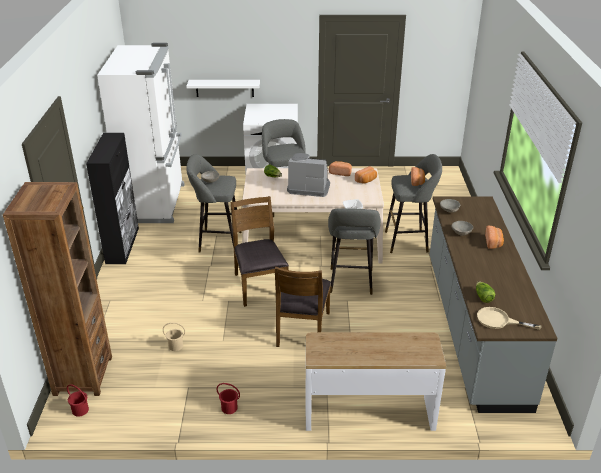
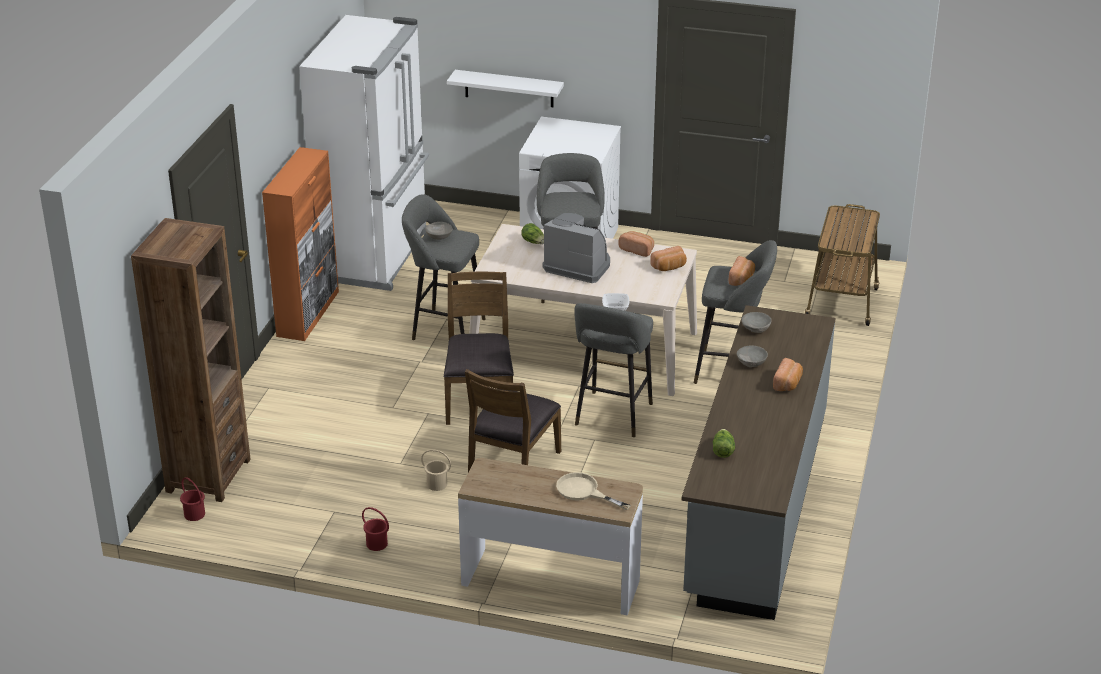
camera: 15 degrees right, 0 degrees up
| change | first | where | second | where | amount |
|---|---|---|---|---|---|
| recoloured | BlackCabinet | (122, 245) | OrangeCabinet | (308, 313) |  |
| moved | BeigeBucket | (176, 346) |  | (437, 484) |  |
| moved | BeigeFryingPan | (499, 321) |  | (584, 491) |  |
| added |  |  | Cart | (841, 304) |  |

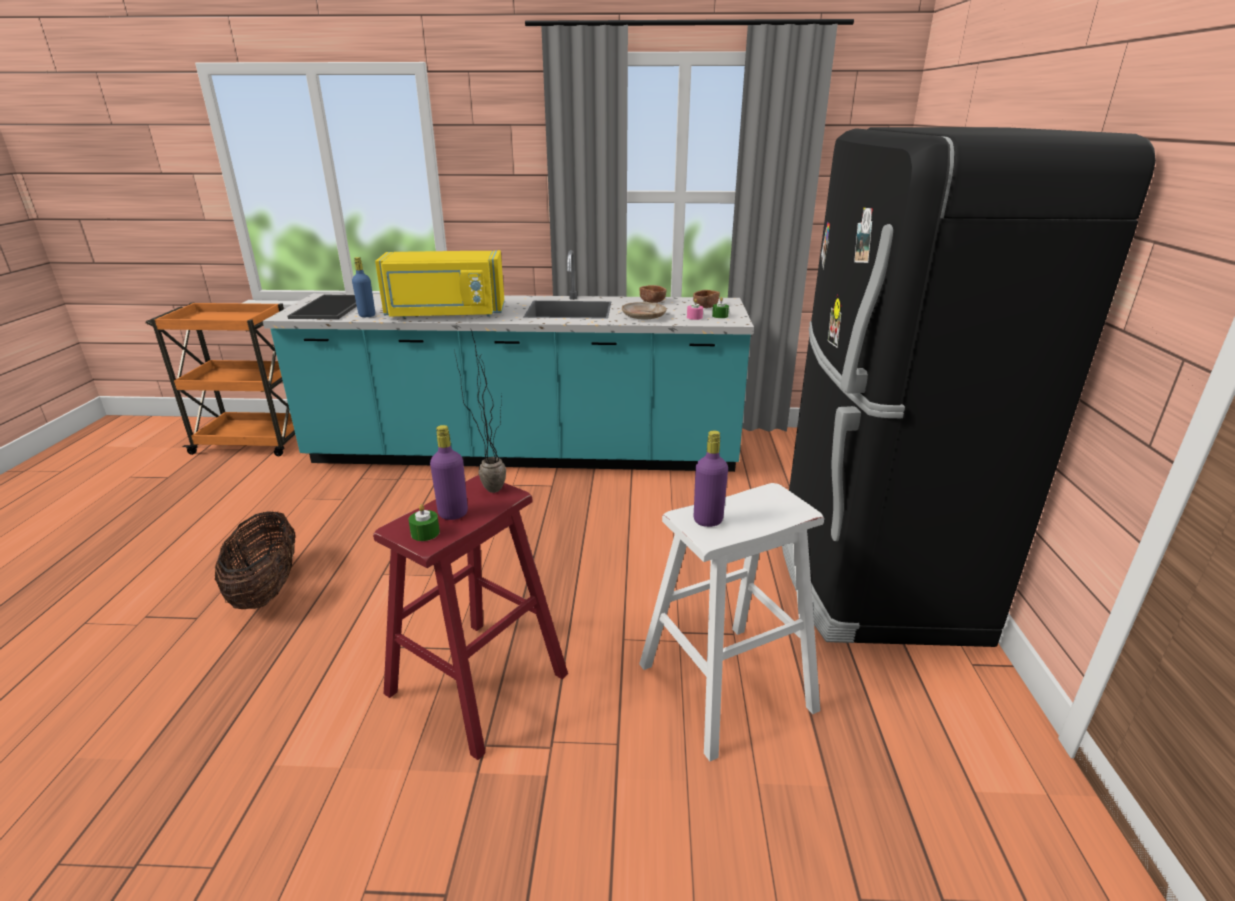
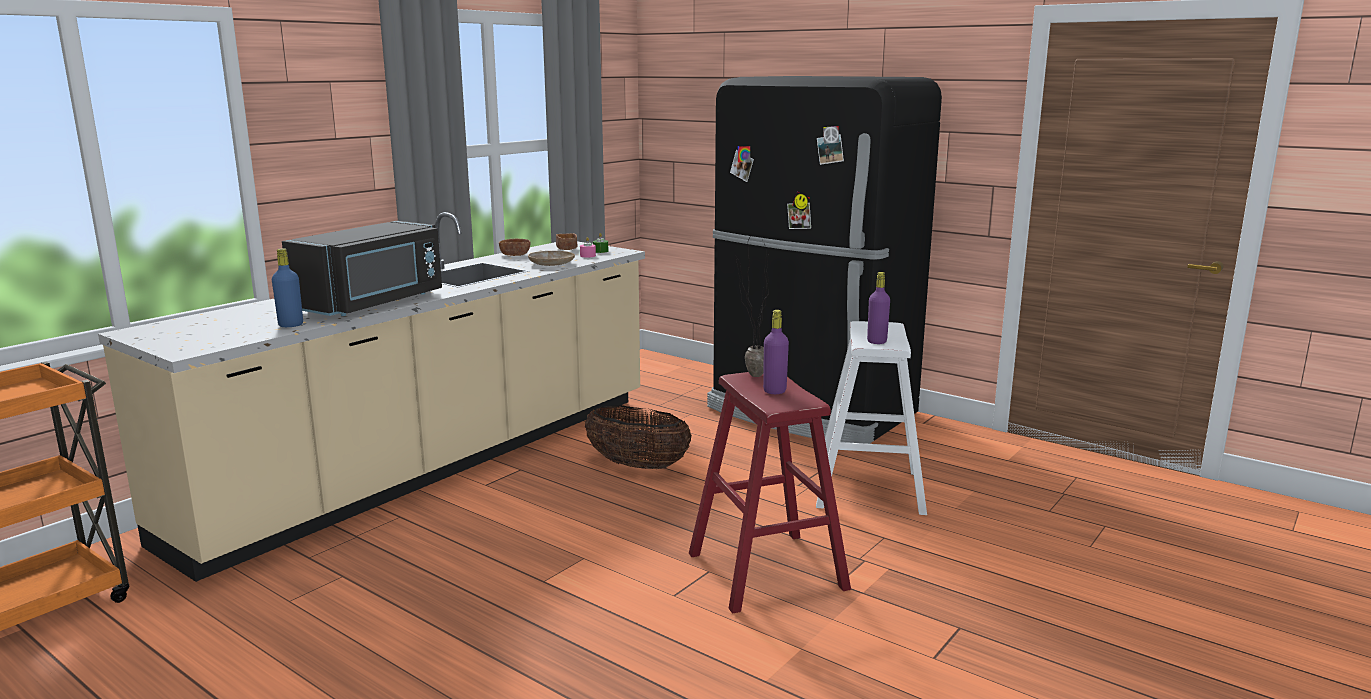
camera: 55 degrees left, 10 degrees down
| change | first | where | second | where | amount |
|---|---|---|---|---|---|
| recoloured | TurquoiseCounter | (525, 454) | BeigeCounter | (435, 464) |  |
| recoloured | YellowMicrowave | (445, 314) | BlackMicrowave | (374, 303) |  |
| moved | Basket | (267, 589) |  | (637, 466) |  |
| removed | Tray | (331, 307) |  |  |  |
| removed | GreenCandle | (425, 533) |  |  |  |

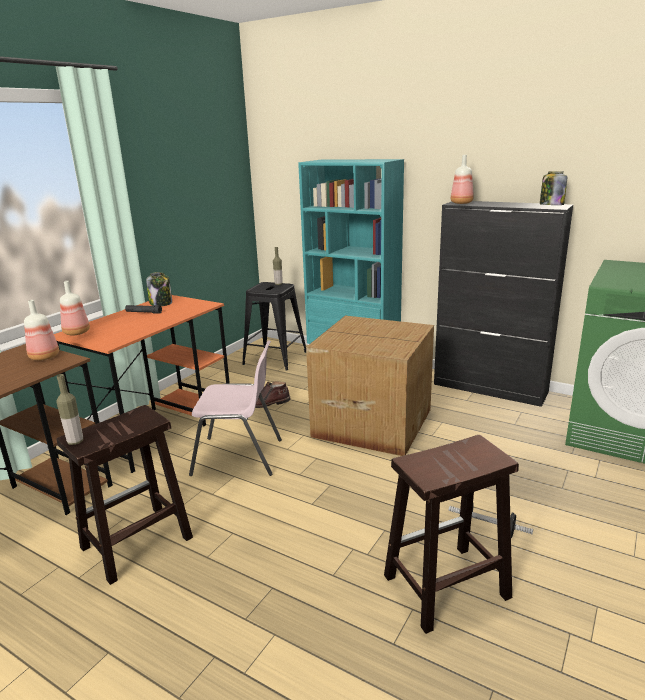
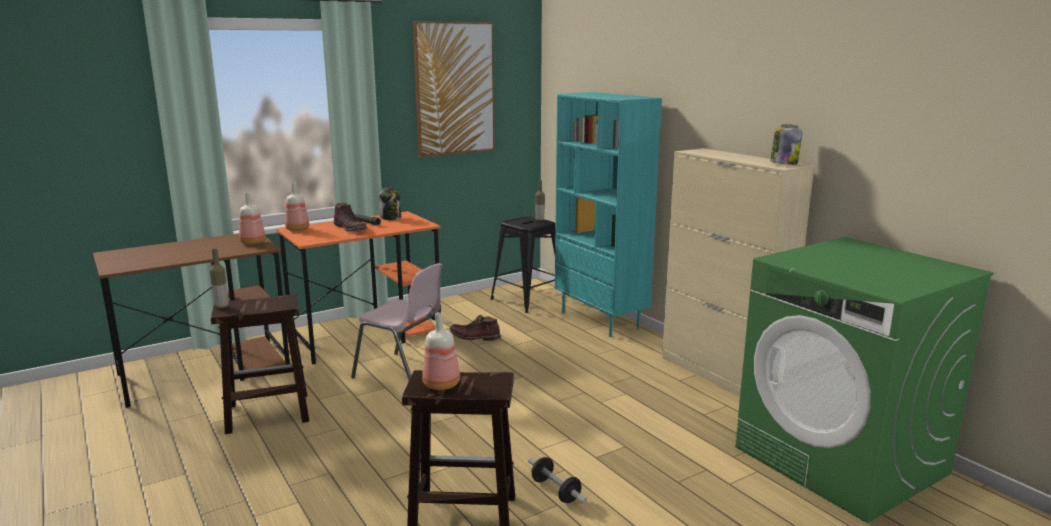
camera: 25 degrees right, 5 degrees down
| change | first | where | second | where | amount |
|---|---|---|---|---|---|
| added |  |  | BrownBoot | (351, 228) |  |
| added |  |  | Picture | (454, 89) |  |
| moved | Bottle | (461, 203) |  | (441, 384) |  |
| recoloured | BlackCabinet | (490, 388) | BeigeCabinet | (721, 376) |  |
| removed | CardboardBox | (371, 422) |  |  |  |

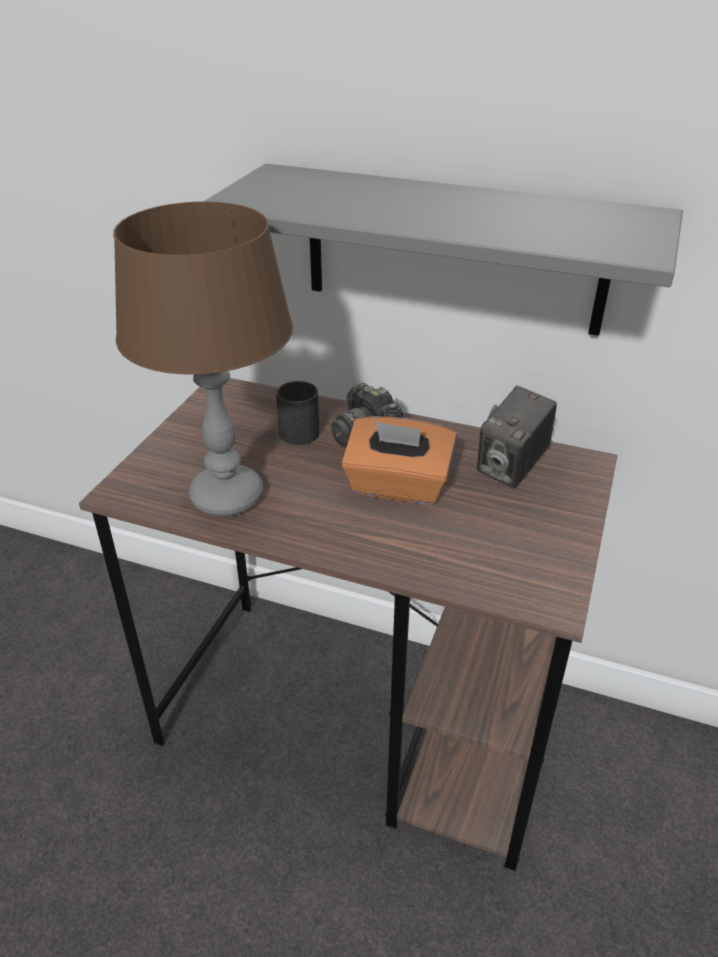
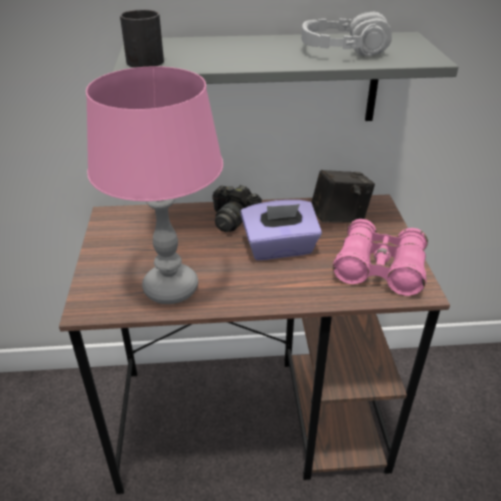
camera: 25 degrees left, 0 degrees up
| change | first | where | second | where | amount |
|---|---|---|---|---|---|
| recoloured | BrownTableLamp | (228, 496) | PinkTableLamp | (171, 288) |  |
| moved | BlackMug | (298, 428) |  | (141, 59) |  |
| recoloured | OrangeTissueBox | (397, 486) | PurpleTissueBox | (279, 248) |  |
| added |  |  | GreyHeadphones | (343, 50) |  |
| turned | PhotoCamera | (511, 468) |  | (338, 218) | 120 degrees counterclockwise |
| added |  |  | PinkBinoculars | (379, 269) |  |

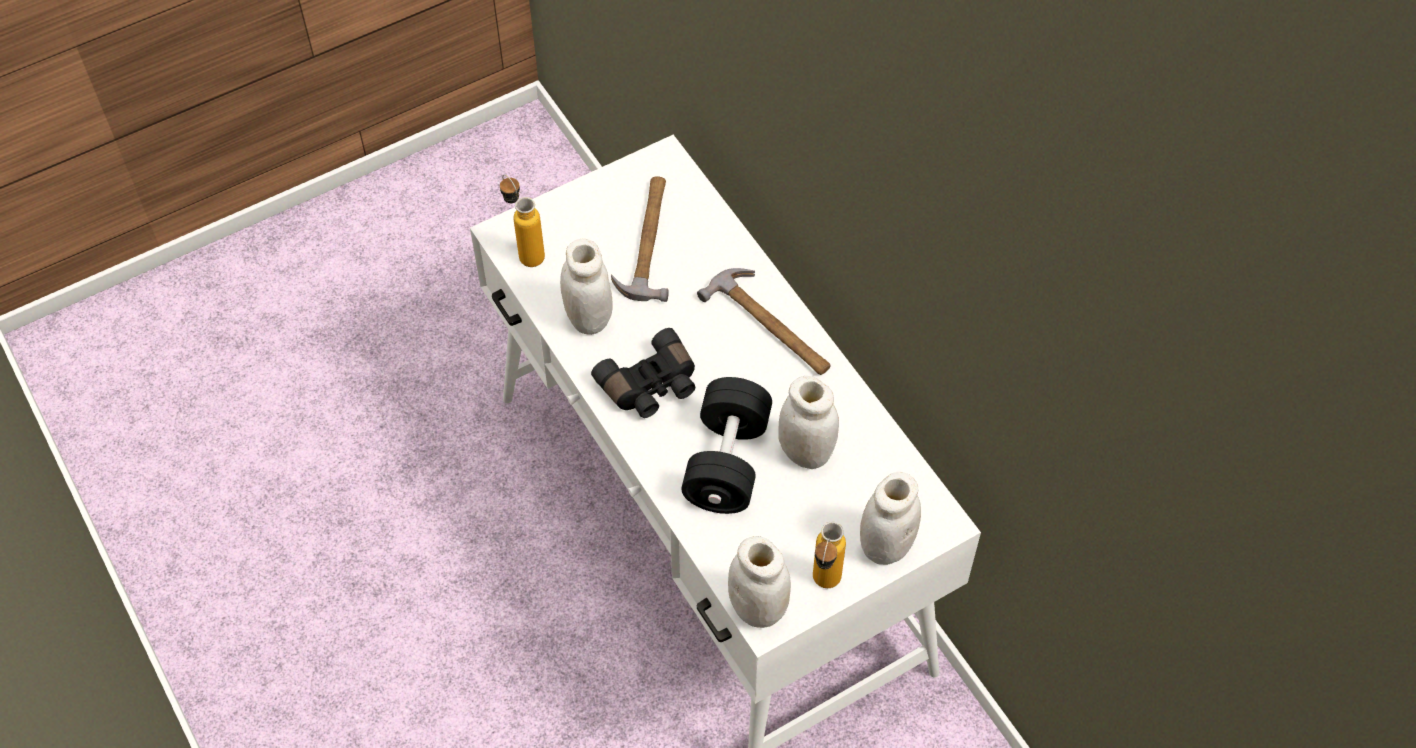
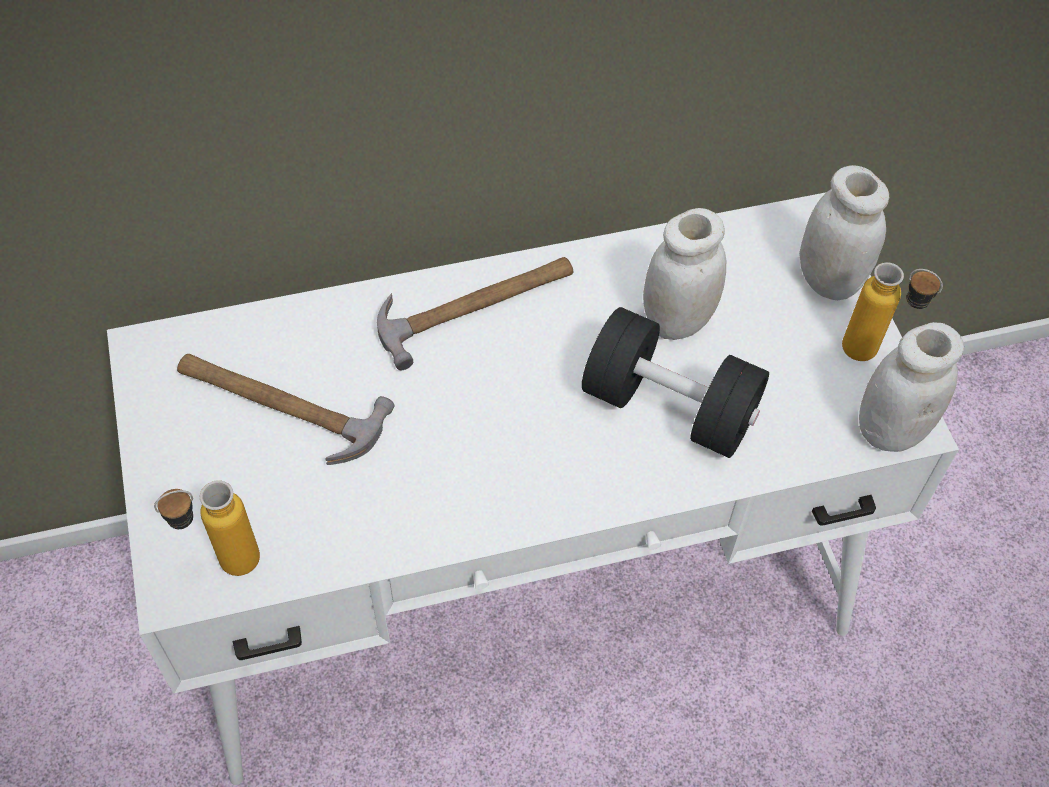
camera: 75 degrees left, 0 degrees up
| change | first | where | second | where | amount |
|---|---|---|---|---|---|
| removed | WhiteJar | (589, 318) |  |  |  |
| removed | BlackBinoculars | (651, 386) |  |  |  |

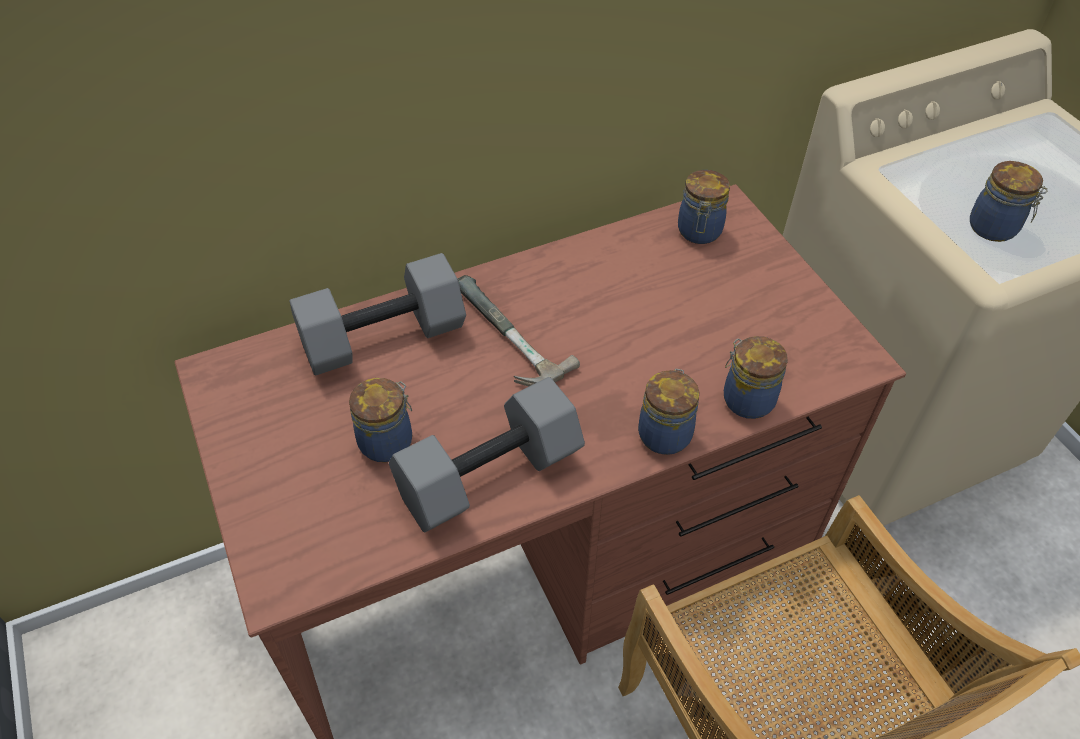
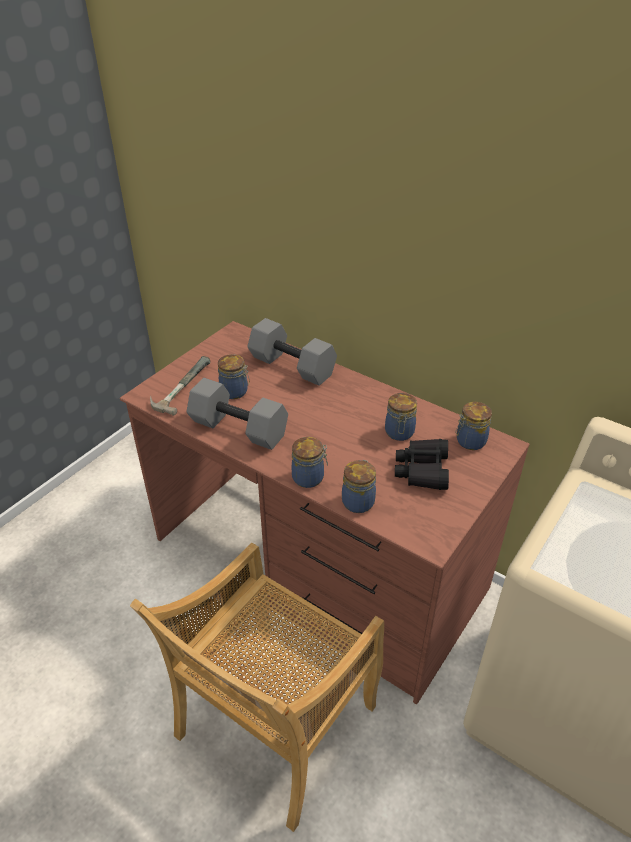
camera: 60 degrees right, 10 degrees down
| change | first | where | second | where | amount |
|---|---|---|---|---|---|
| moved | Hammer | (500, 337) |  | (179, 385) |  |
| moved | Jar | (995, 228) |  | (399, 433) |  |
| added |  |  | BlackBinoculars | (422, 470) |  |

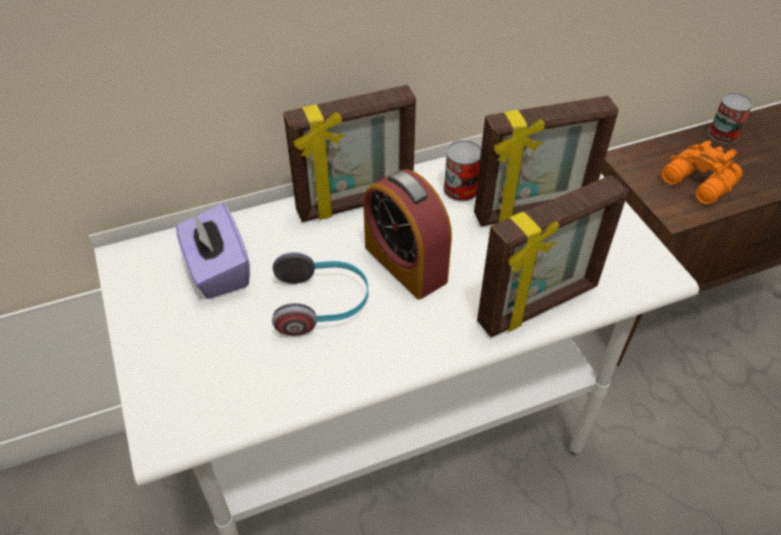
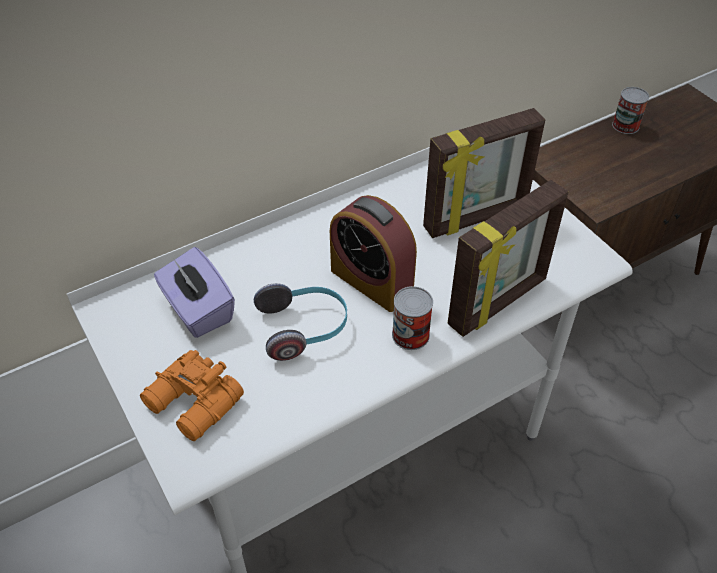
camera: 10 degrees left, 0 degrees up
| change | first | where | second | where | amount |
|---|---|---|---|---|---|
| moved | OrangeBinoculars | (698, 183) |  | (194, 405) |  |
| moved | Can | (460, 189) |  | (410, 335) |  |
| removed | PictureFrame | (355, 204) |  |  |  |

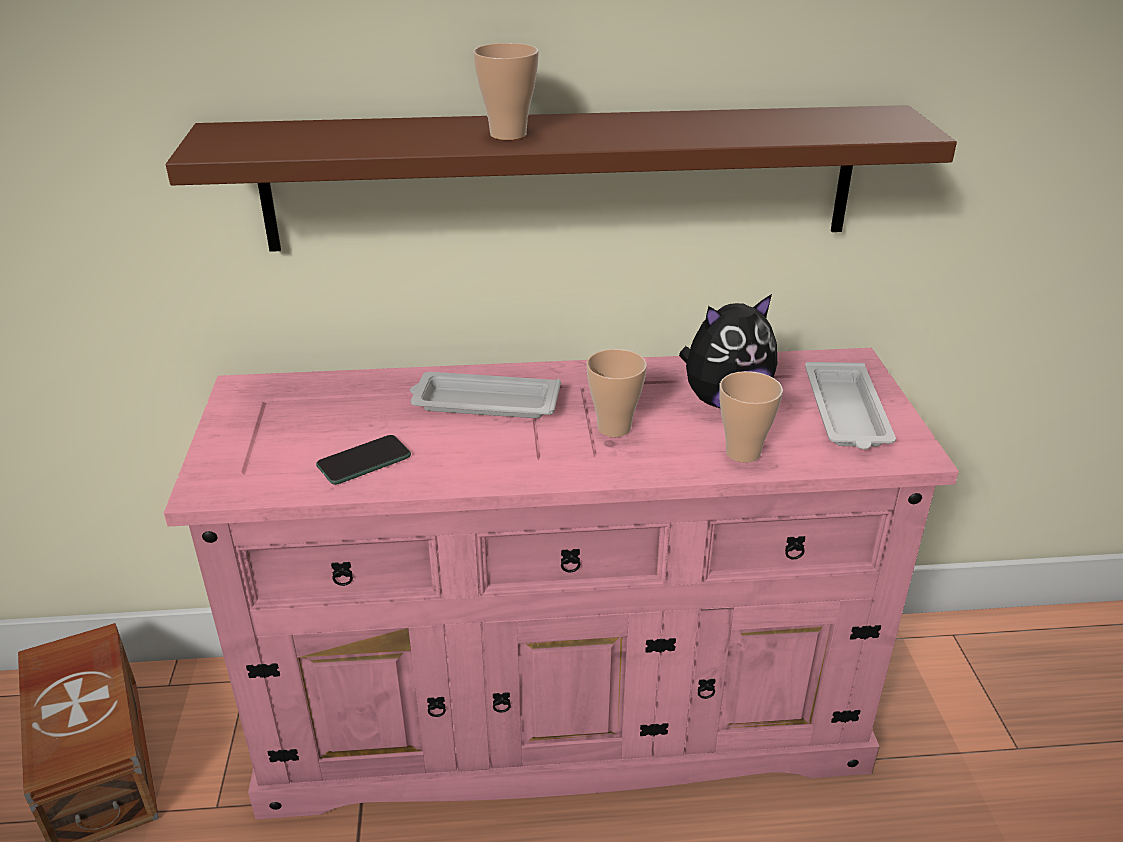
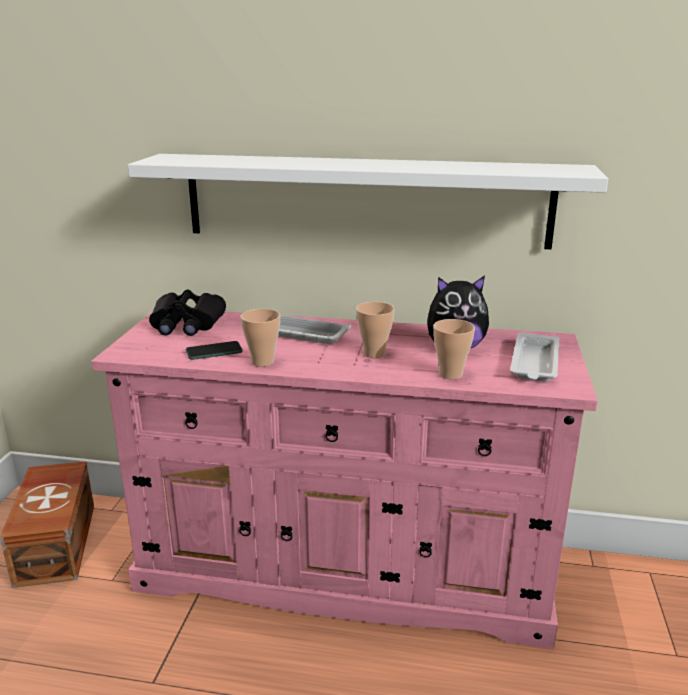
camera: 15 degrees right, 10 degrees down
| change | first | where | second | where | amount |
|---|---|---|---|---|---|
| recoloured | BrownShelf | (561, 178) | WhiteShelf | (365, 200) |  |
| added |  |  | BlackBinoculars | (186, 325) |  |
| moved | Cup | (508, 134) |  | (262, 362) |  |

